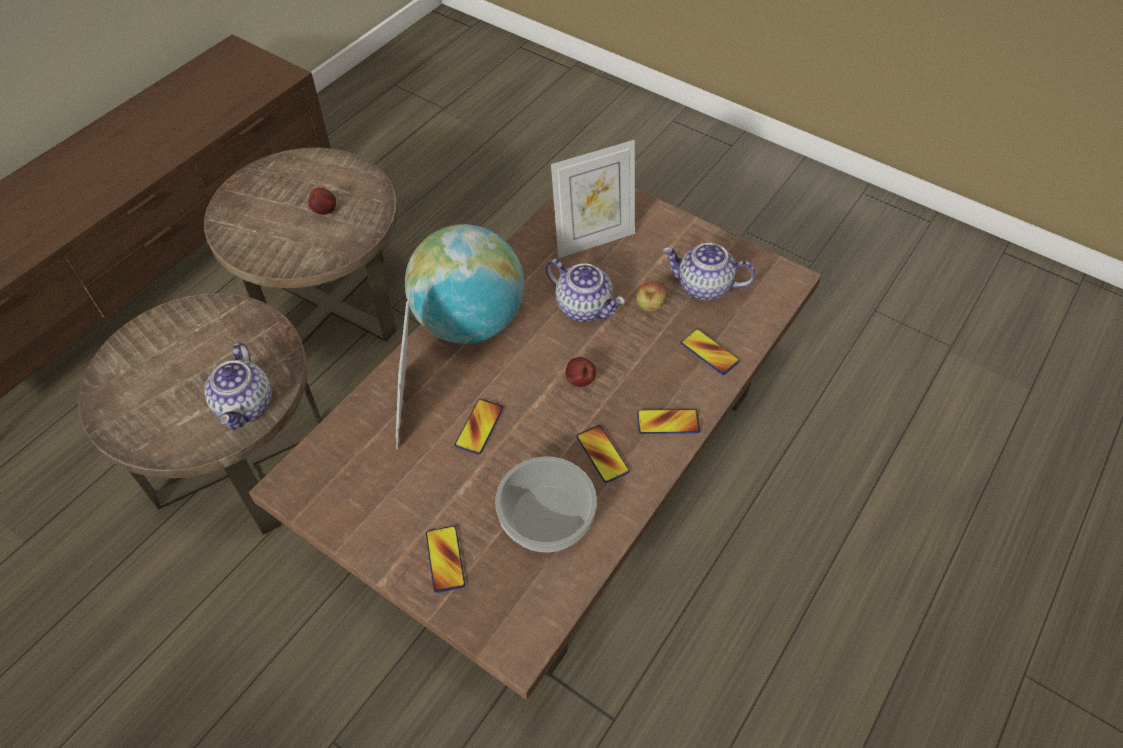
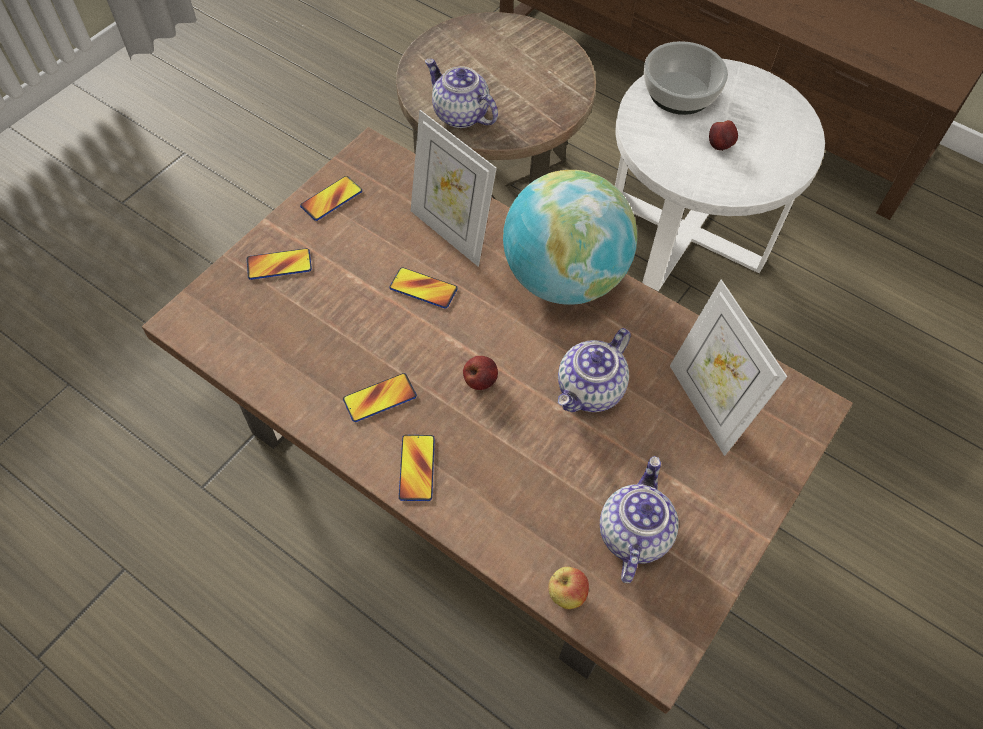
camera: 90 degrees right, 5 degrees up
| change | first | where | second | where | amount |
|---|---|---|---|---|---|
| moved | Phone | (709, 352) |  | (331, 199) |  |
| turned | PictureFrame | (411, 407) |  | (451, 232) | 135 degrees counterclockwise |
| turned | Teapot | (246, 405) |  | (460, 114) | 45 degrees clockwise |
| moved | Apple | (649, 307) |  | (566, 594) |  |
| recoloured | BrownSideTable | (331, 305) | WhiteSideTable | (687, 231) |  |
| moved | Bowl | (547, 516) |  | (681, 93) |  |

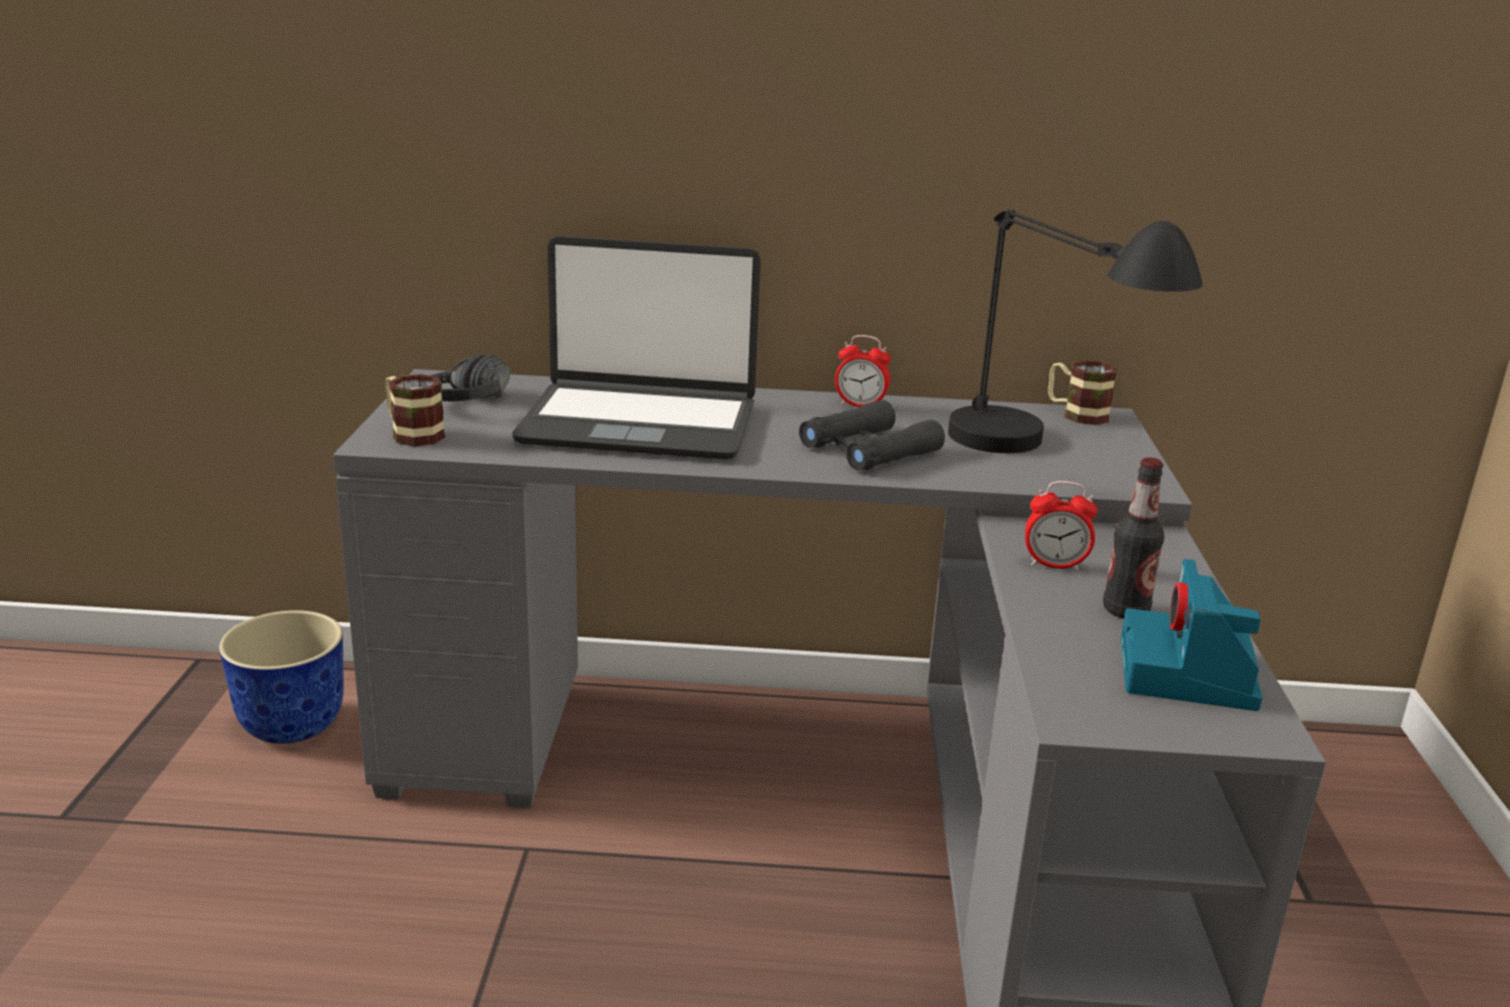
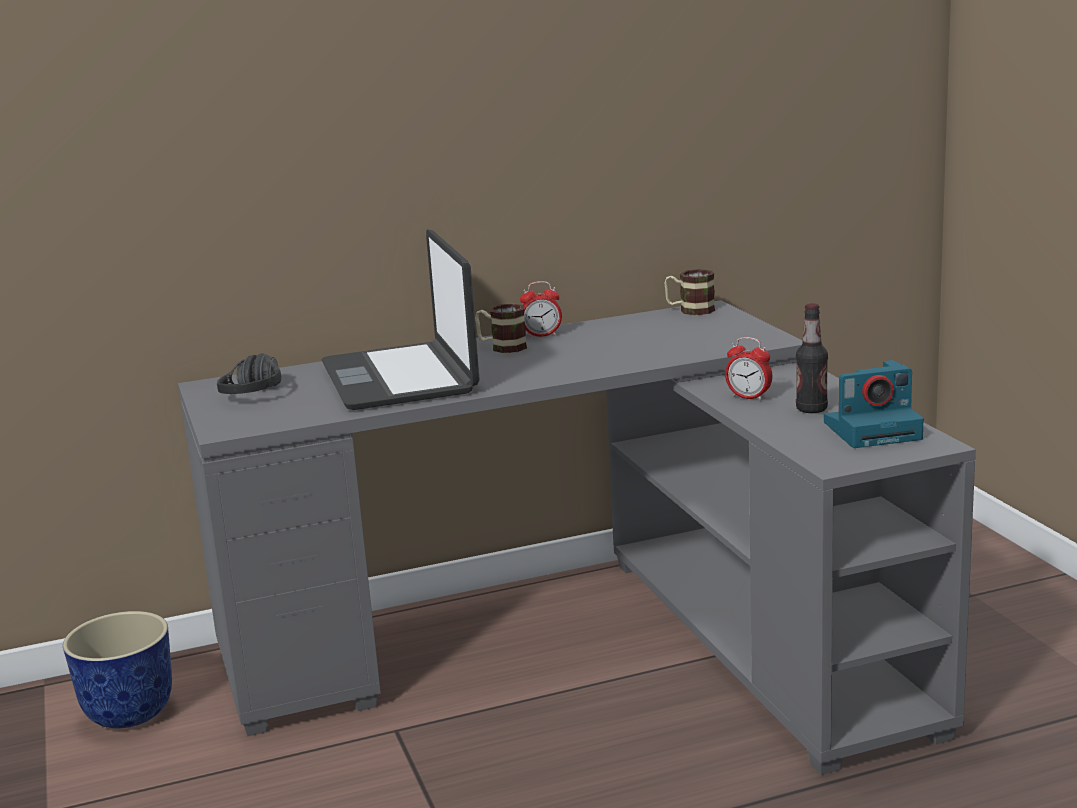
camera: 20 degrees left, 5 degrees down
| change | first | where | second | where | amount |
|---|---|---|---|---|---|
| turned | Laptop | (639, 424) |  | (401, 378) | 90 degrees clockwise |
| moved | Mug | (412, 433) |  | (502, 347) |  |
| turned | AlarmClock | (1055, 565) |  | (749, 397) | 45 degrees clockwise |
| turned | PhotoCamera | (1188, 675) |  | (874, 430) | 90 degrees counterclockwise |
| removed | BlackBinoculars | (869, 449) |  |  |  |
| removed | BlackTableLamp | (1041, 466) |  |  |  |

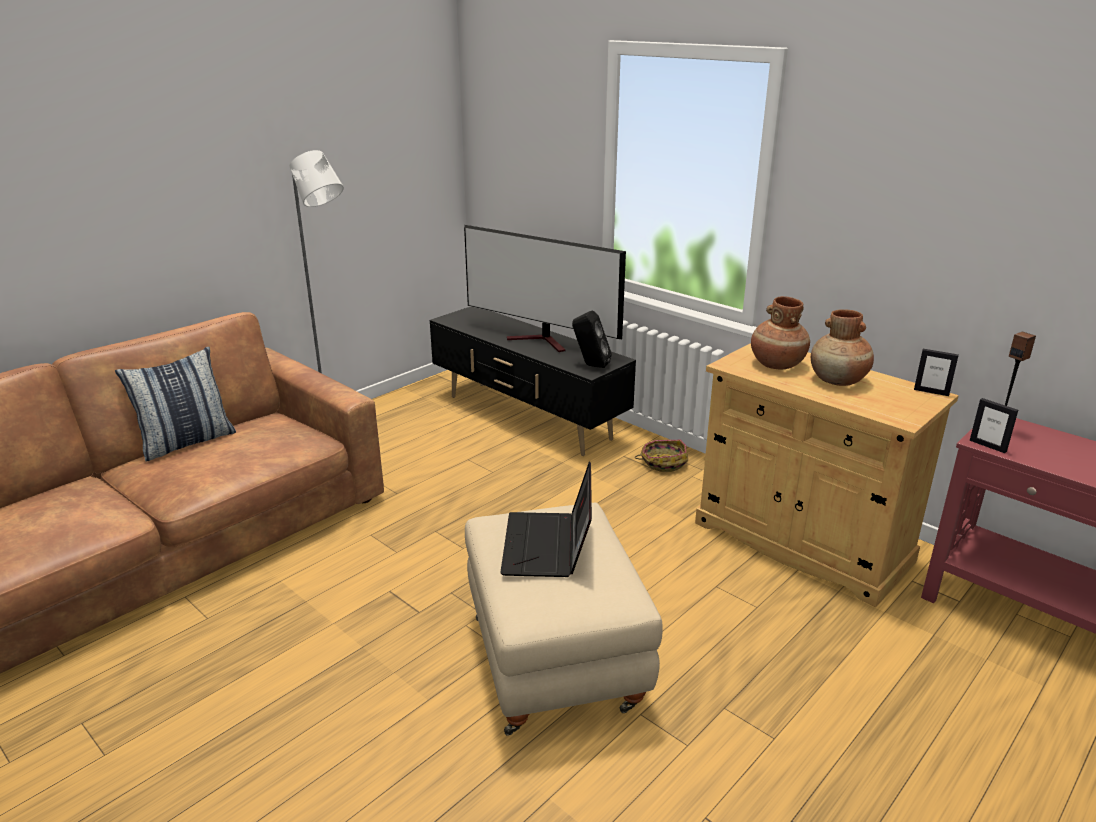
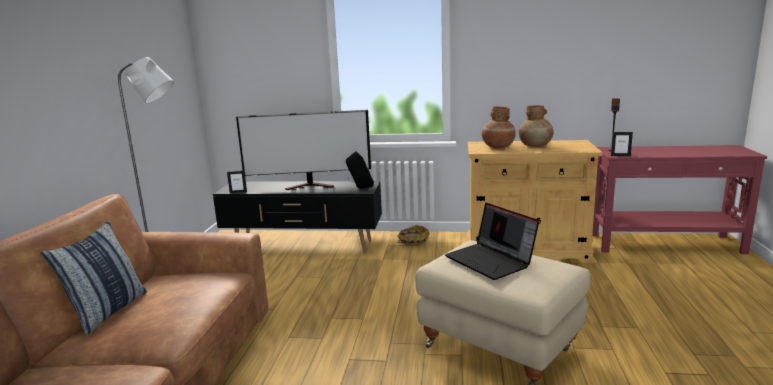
camera: 35 degrees left, 10 degrees down
| change | first | where | second | where | amount |
|---|---|---|---|---|---|
| moved | PictureFrame | (931, 392) |  | (238, 192) |  |

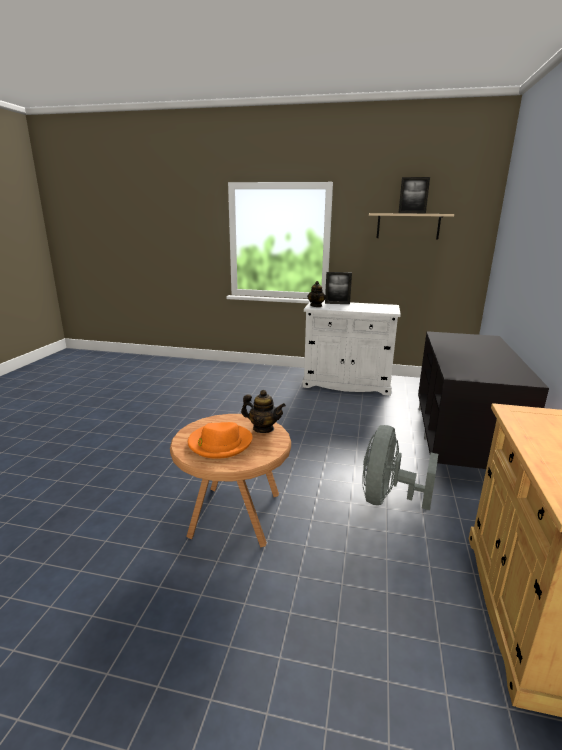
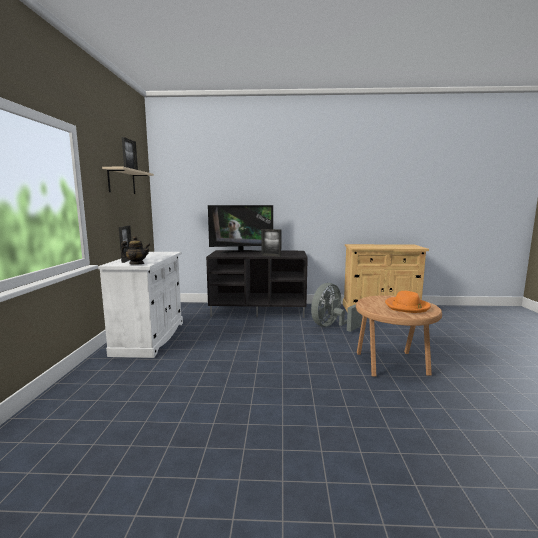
camera: 100 degrees left, 10 degrees down
| change | first | where | second | where | amount |
|---|---|---|---|---|---|
| added |  |  | Television | (241, 252) |  |
| added |  |  | PictureFrame | (271, 255) |  |
| turned | GreyFan | (388, 498) |  | (332, 326) | 120 degrees clockwise |
| removed | Teapot | (263, 429) |  |  |  |

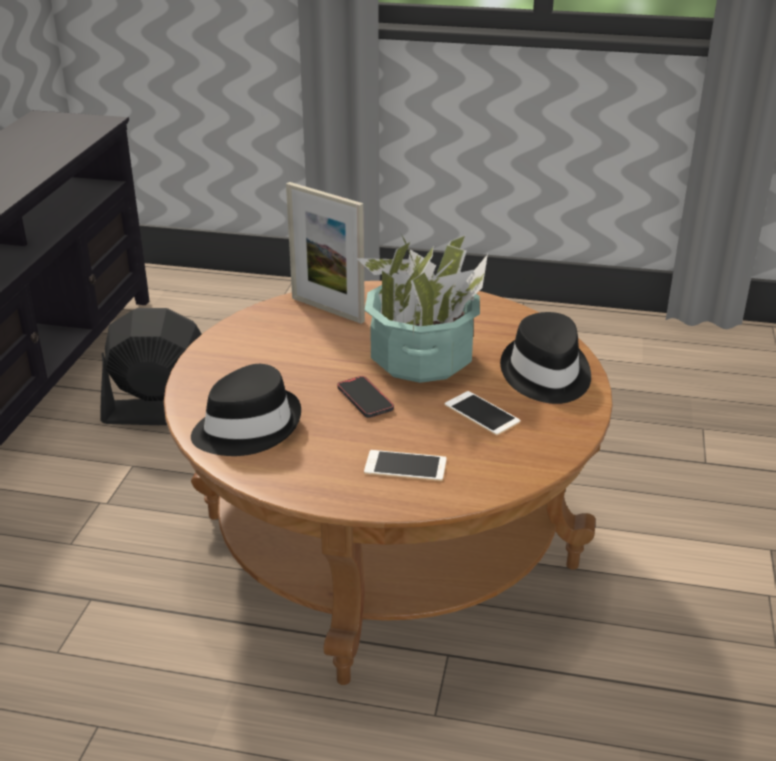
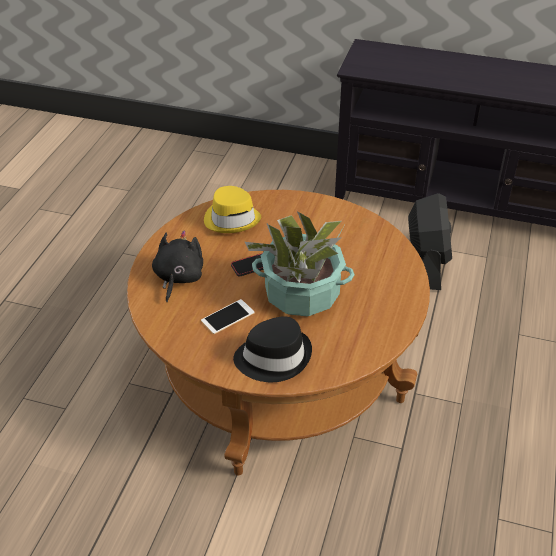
camera: 95 degrees right, 10 degrees up
| change | first | where | second | where | amount |
|---|---|---|---|---|---|
| replaced | Phone | (405, 466) | BlackPlushToy | (178, 278) |  |
| recoloured | BlackHat | (247, 427) | YellowHat | (232, 219) |  |
| removed | PictureFrame | (327, 309) |  |  |  |

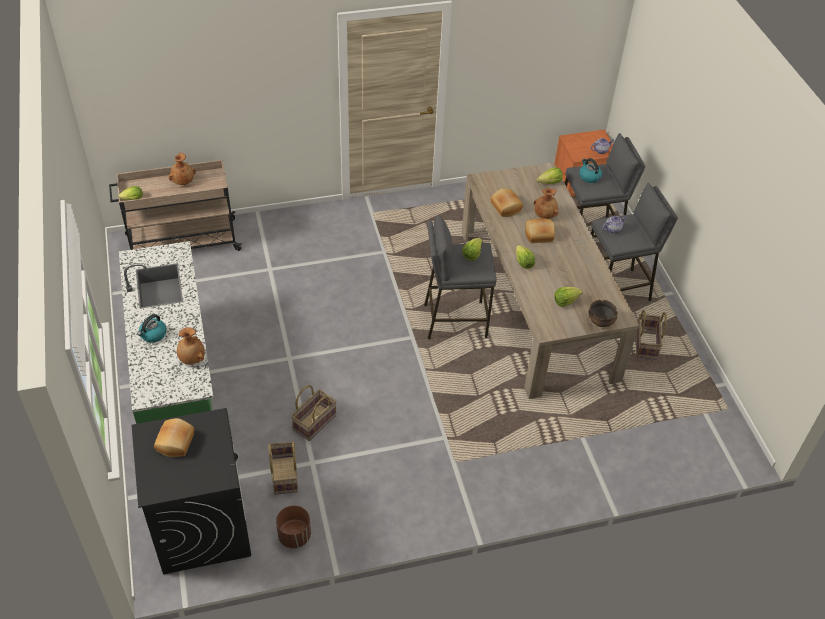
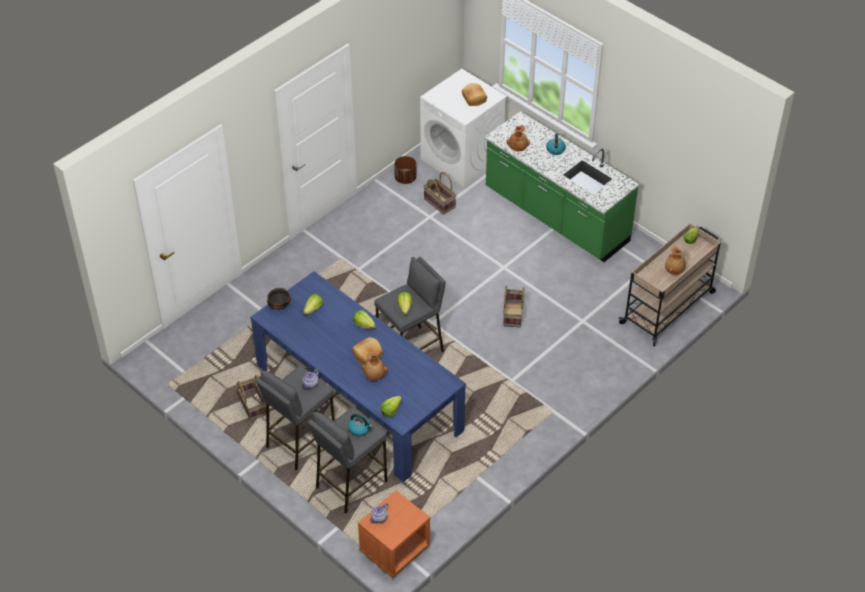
camera: 150 degrees right, 0 degrees up
| change | first | where | second | where | amount |
|---|---|---|---|---|---|
| recoloured | BeigeDiningTable | (536, 303) | BlueDiningTable | (358, 397) |  |
| recoloured | BlackWashingMachine | (201, 524) | WhiteWashingMachine | (462, 160) |  |
| moved | Basket | (314, 422) |  | (513, 315) |  |
| removed | Bread | (505, 207) |  |  |  |

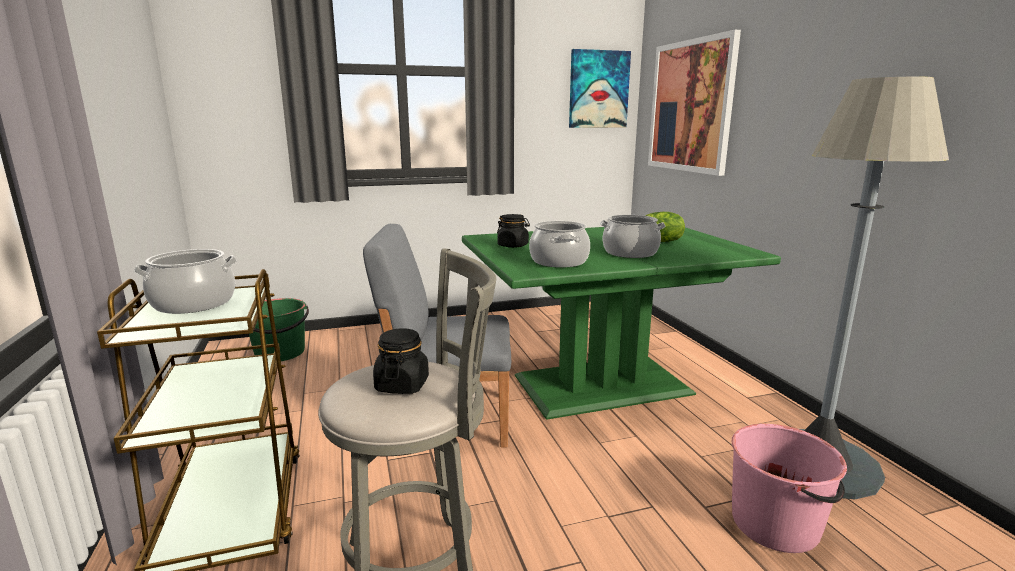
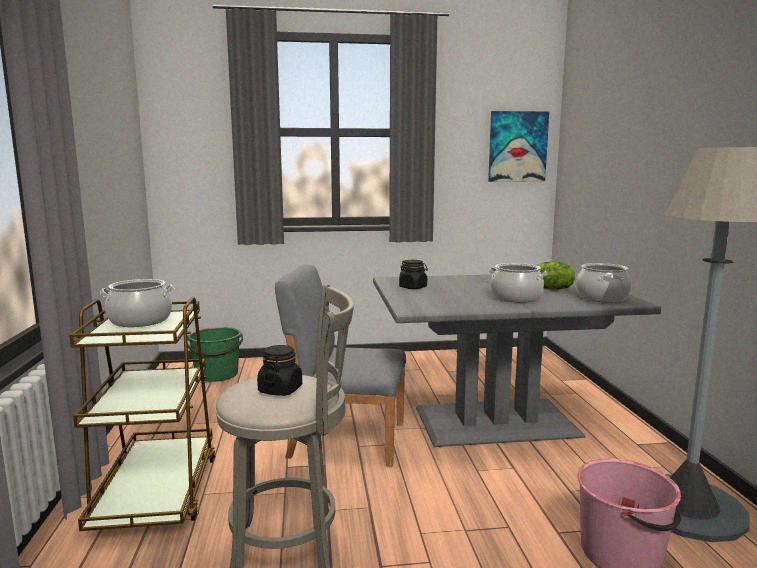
camera: 10 degrees right, 5 degrees down
| change | first | where | second | where | amount |
|---|---|---|---|---|---|
| recoloured | GreenDiningTable | (600, 384) | GreyDiningTable | (494, 421) |  |
| moved | CookingPot | (559, 261) |  | (602, 298) |  |
| removed | Picture | (690, 106) |  |  |  |

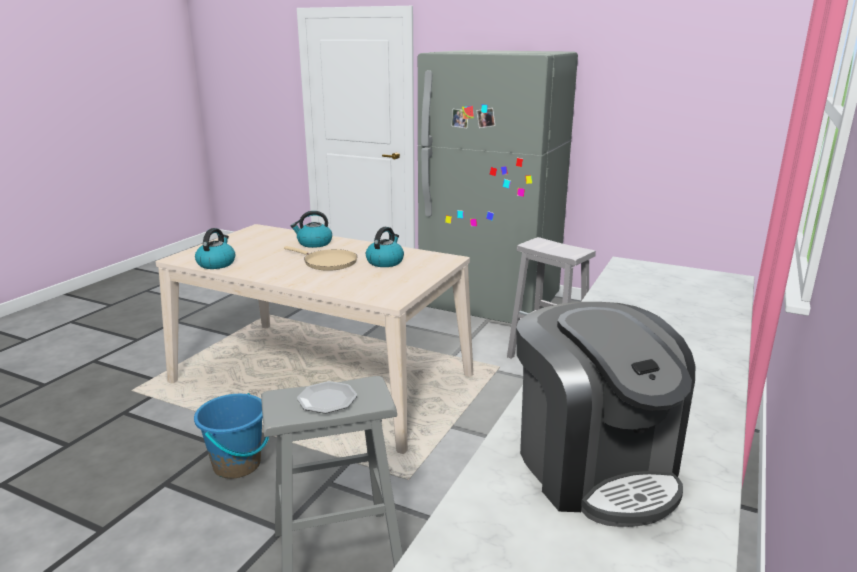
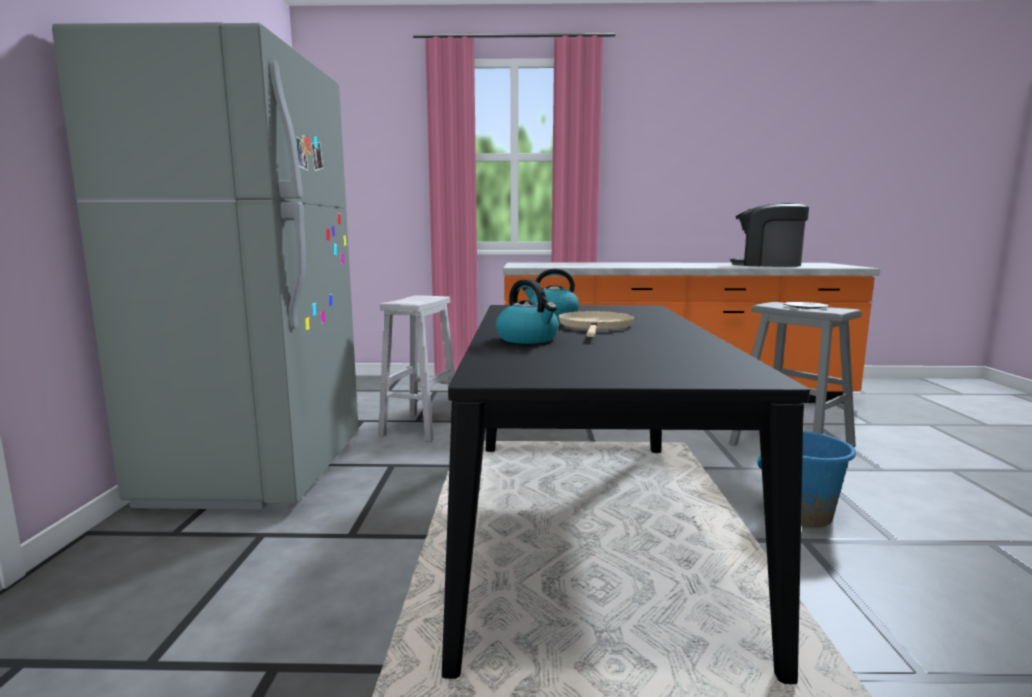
camera: 115 degrees left, 10 degrees down
| change | first | where | second | where | amount |
|---|---|---|---|---|---|
| recoloured | BeigeDiningTable | (322, 378) | BlackDiningTable | (587, 526) |  |
| turned | CoffeeMachine | (594, 466) |  | (767, 265) | 105 degrees counterclockwise |
| removed | Kettle | (216, 263) |  |  |  |

